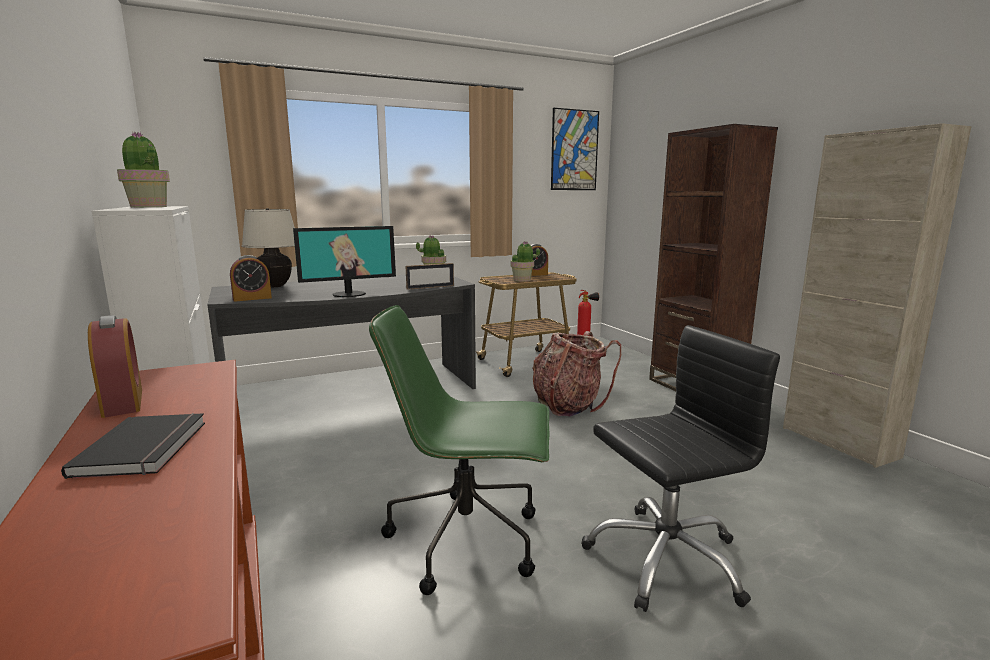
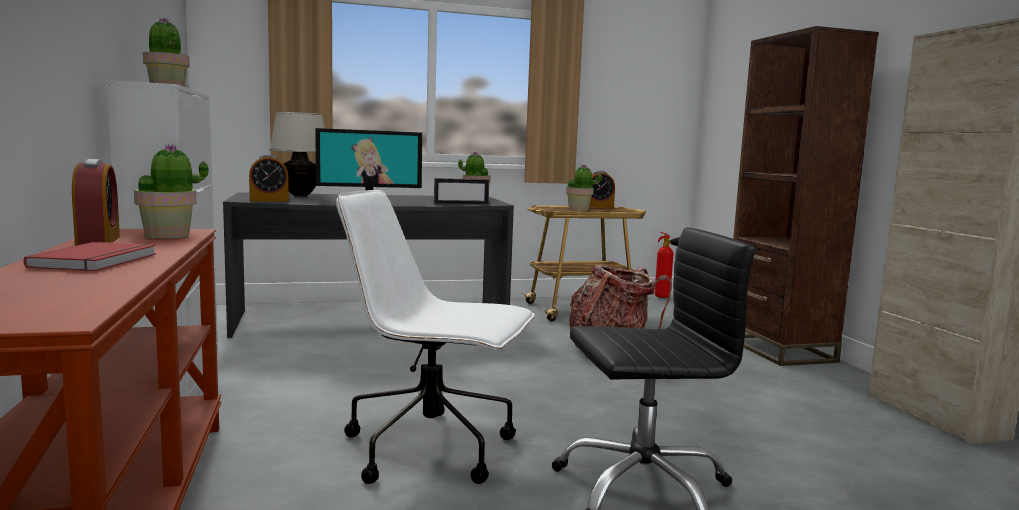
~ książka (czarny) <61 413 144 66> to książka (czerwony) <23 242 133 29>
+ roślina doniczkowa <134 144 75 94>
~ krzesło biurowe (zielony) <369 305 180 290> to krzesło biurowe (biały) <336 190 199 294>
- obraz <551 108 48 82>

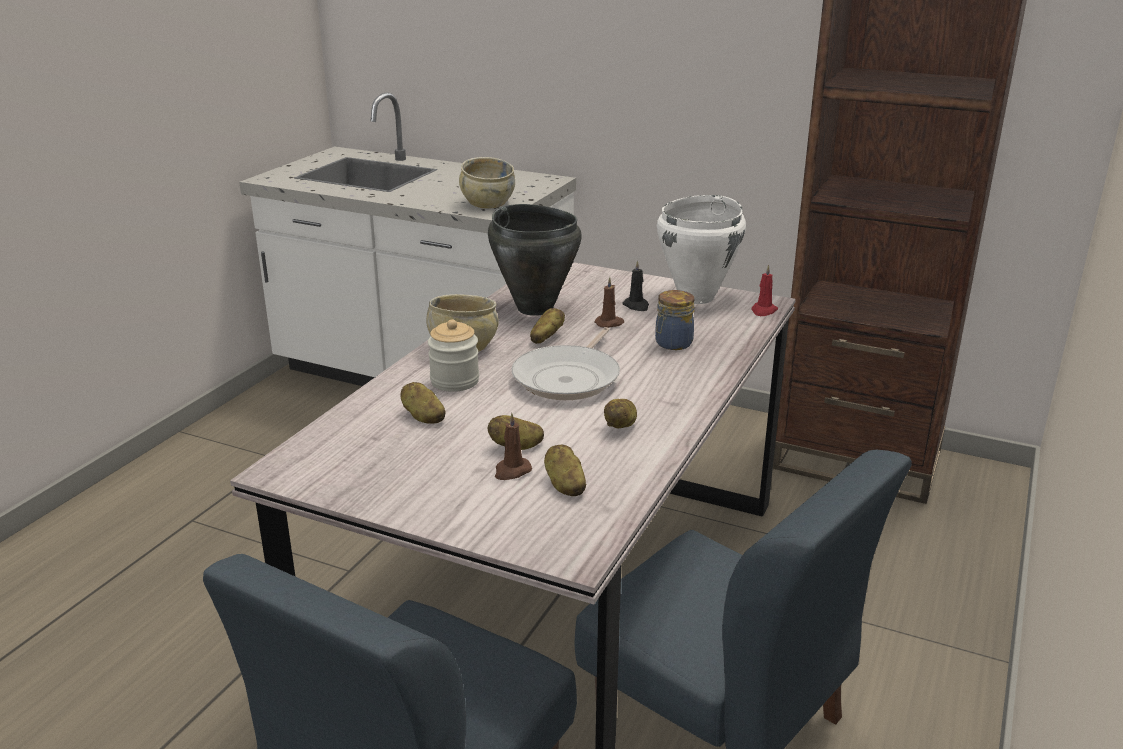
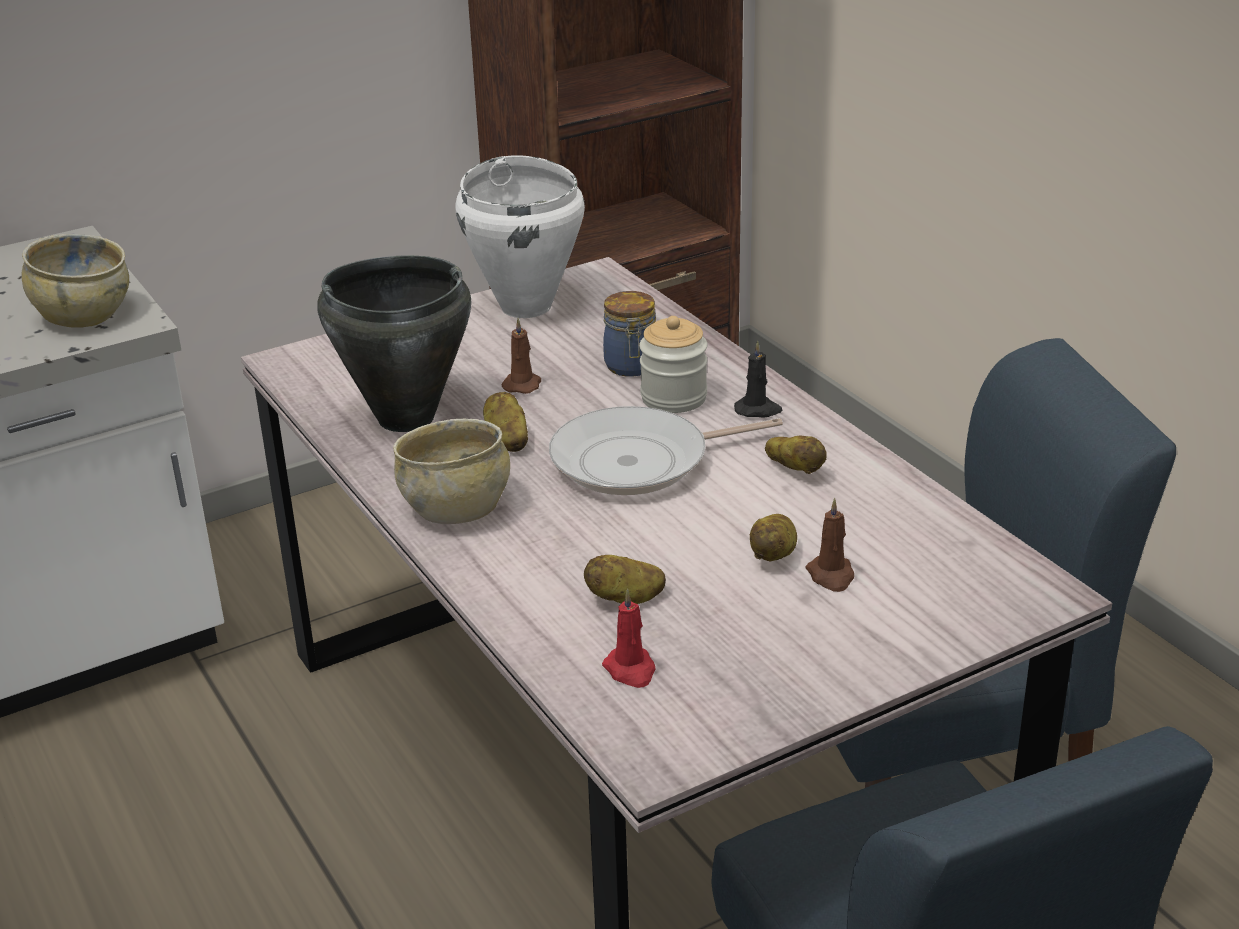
~ patelnia <511 327 109 73> = <549 406 234 89> 105 degrees clockwise
~ świeca (czerwony) <751 264 27 52> to <602 589 54 99>
~ słoik <428 319 51 73> to <639 316 68 97>
~ świeca (czarny) <622 260 27 51> to <734 341 49 76>
- ziemniak <544 444 42 52>

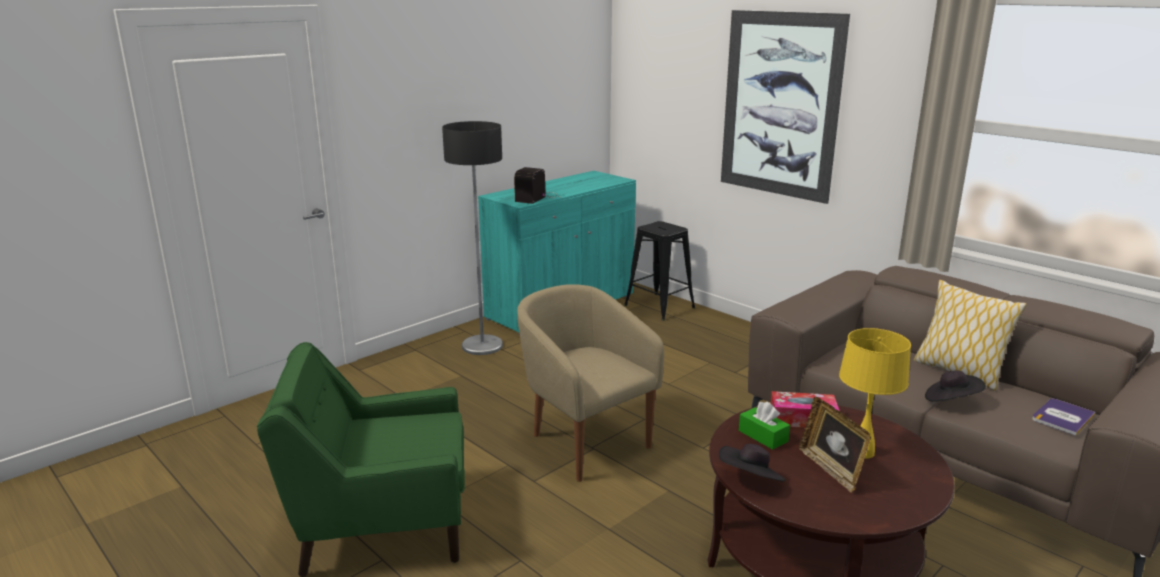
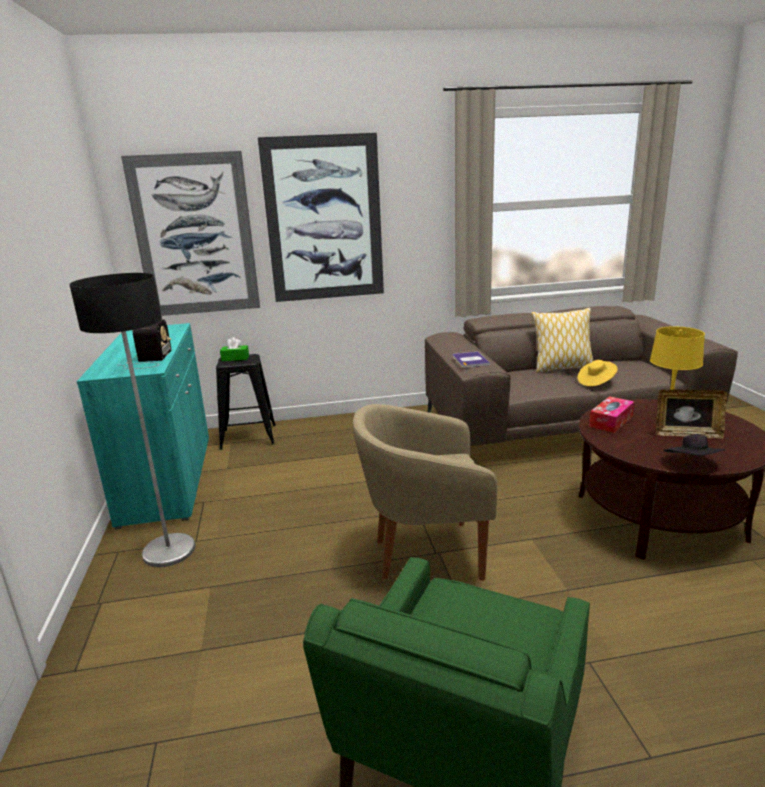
+ obraz <121 151 139 165>
~ radio <514 167 45 37> = <123 319 49 50> 150 degrees counterclockwise
~ pudełko chusteczek (zielony) <739 402 51 48> to <220 337 29 24>
~ książka <1032 399 64 37> to <453 351 37 17>
~ kapelusz (czarny) <925 370 61 32> to kapelusz (żółty) <577 360 41 26>

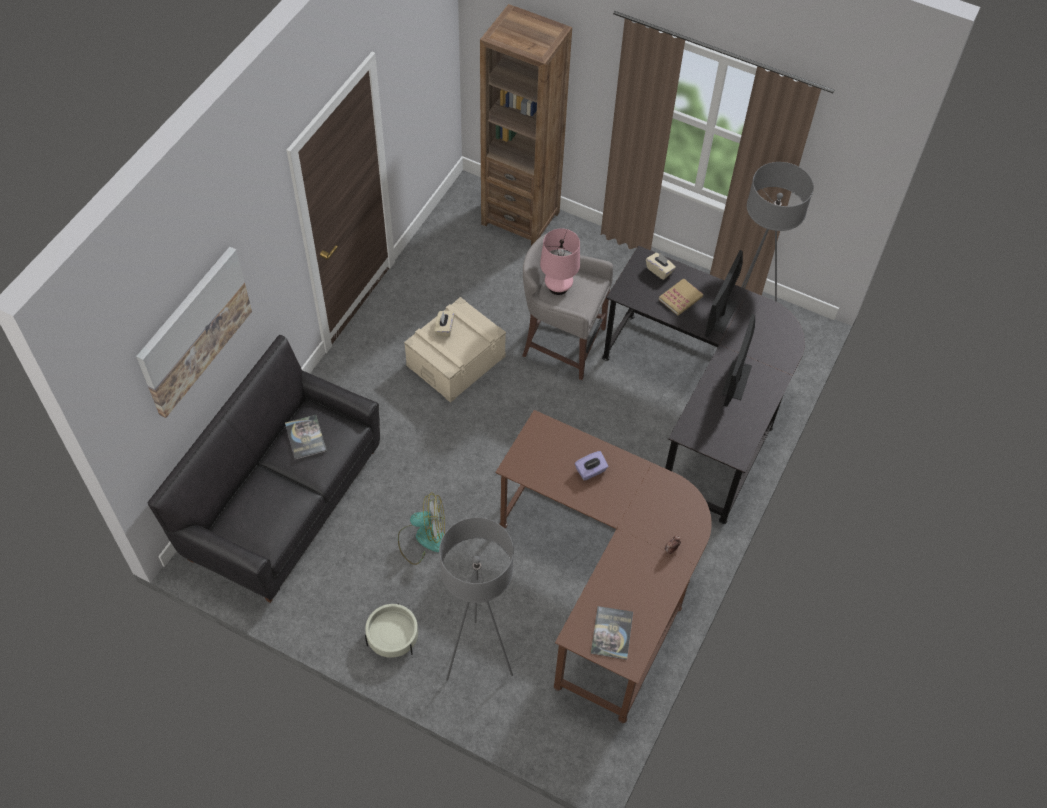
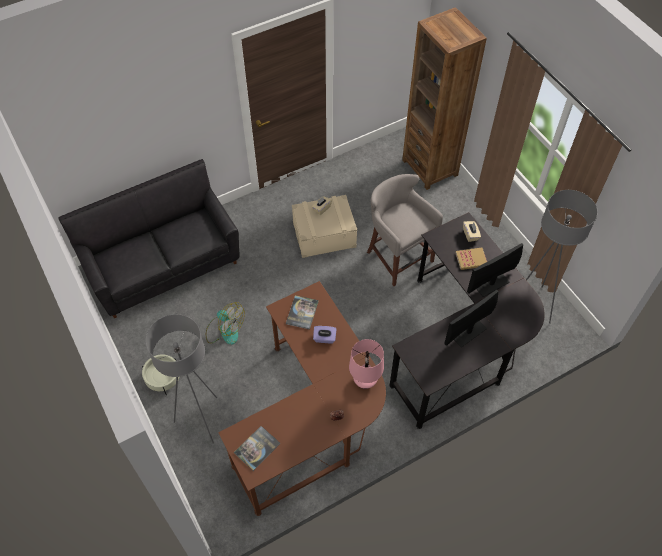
~ książka <285 415 42 45> to <286 295 33 35>
~ lampa stołowa (różowy) <540 228 40 67> to <349 339 35 50>
- obraz <136 247 116 171>

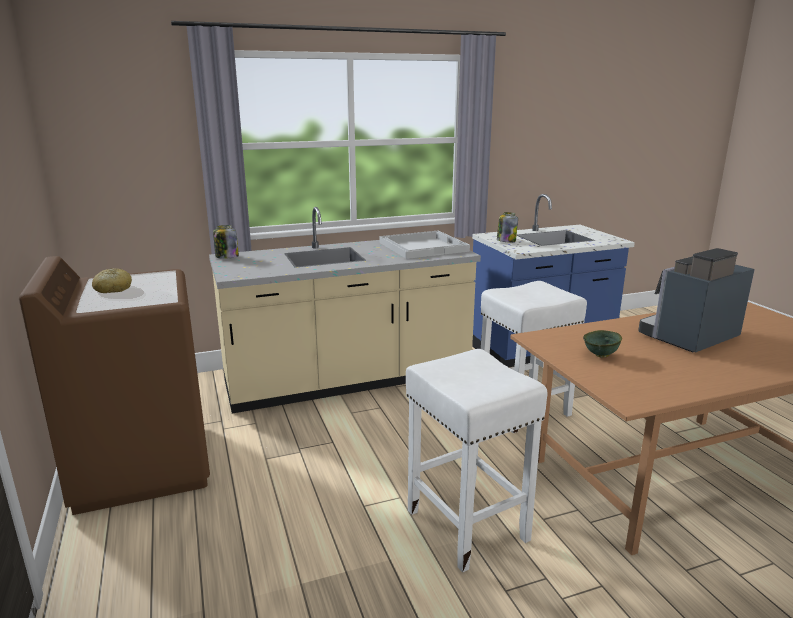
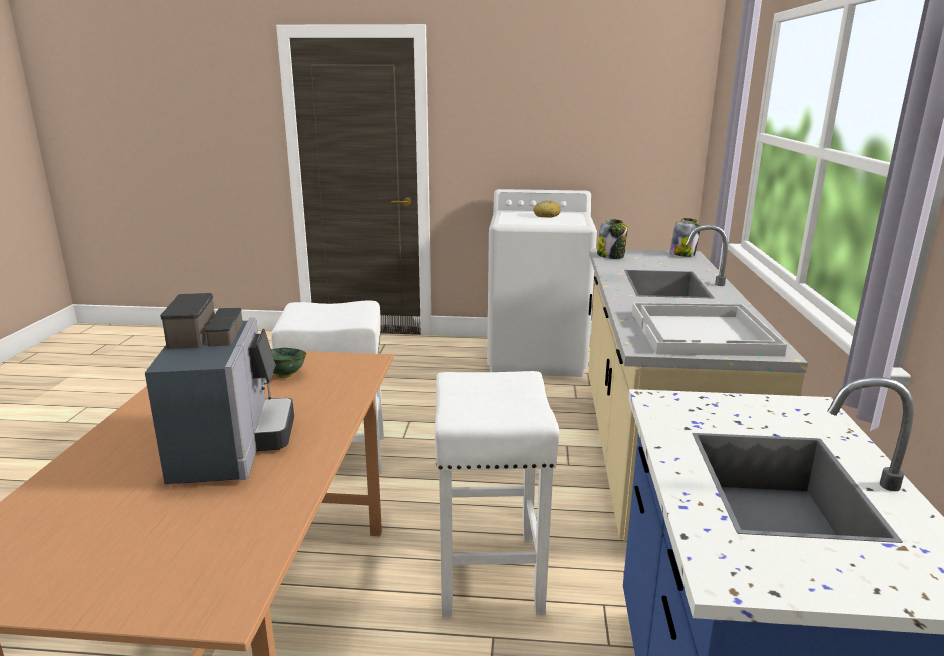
~ pralka (brązowy) <19 256 191 259> to pralka (biały) <487 189 110 188>
~ słoik <497 212 21 31> to <597 219 31 40>

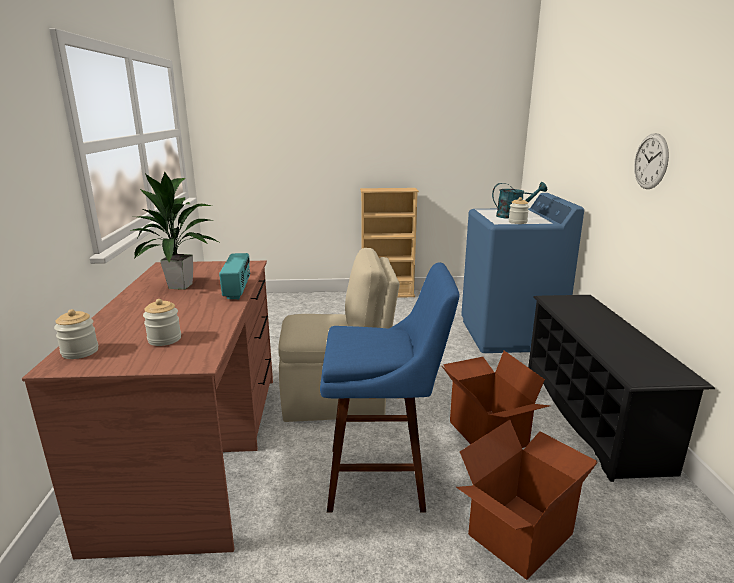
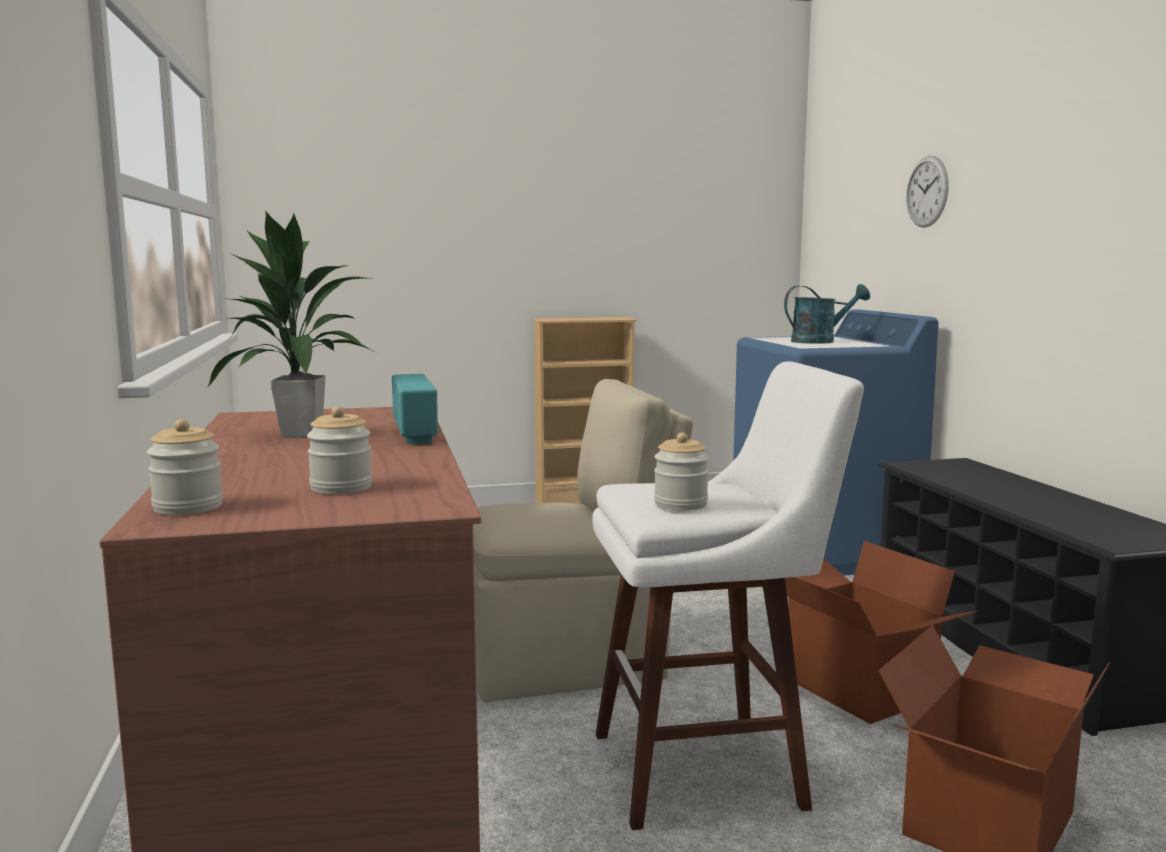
~ stołek (niebieski) <320 262 139 251> to stołek (biały) <592 361 272 469>
~ słoik <508 197 21 27> to <654 432 55 79>
~ zegar ścienny <634 133 35 56> to <906 156 42 72>

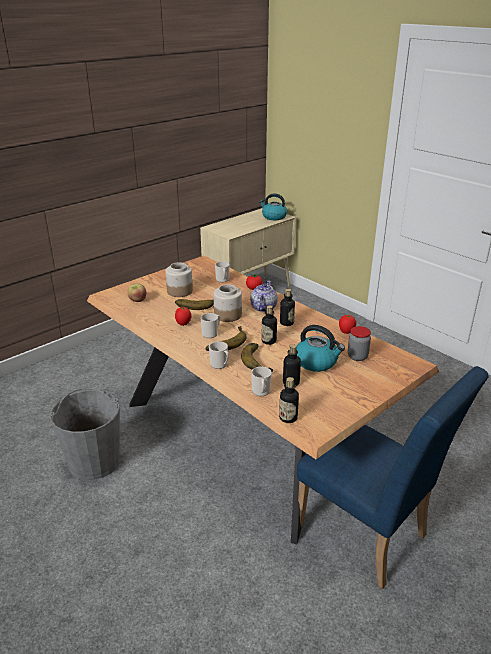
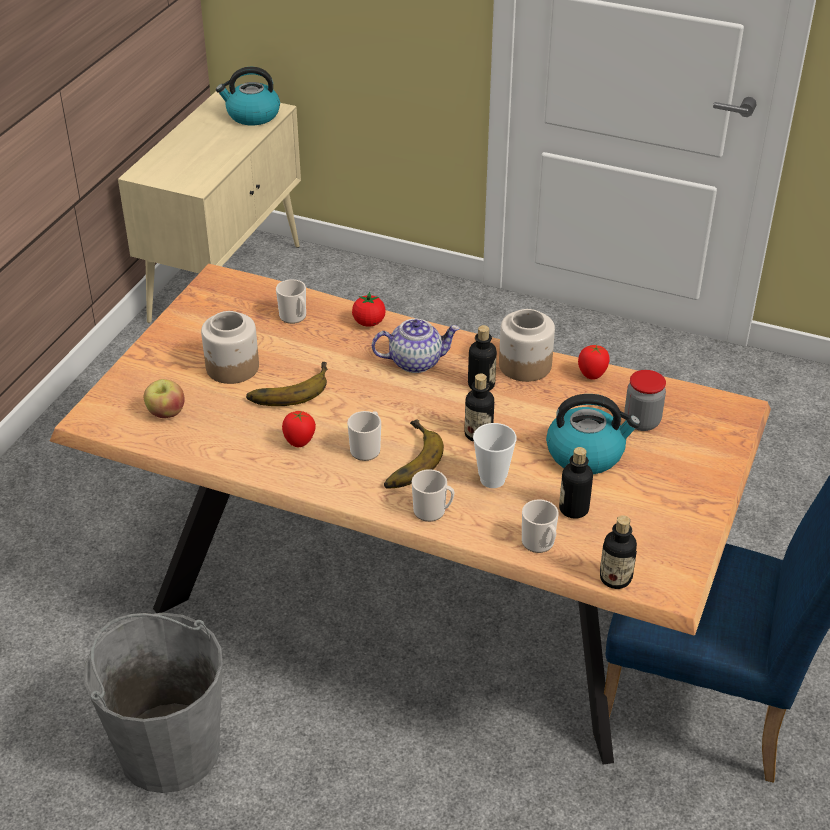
~ imbryk <250 281 28 31> = <372 318 88 55> 90 degrees clockwise
~ banan <241 343 32 29> to filiżanka <473 423 44 65>
~ słoik <214 284 28 38> to <499 309 56 73>

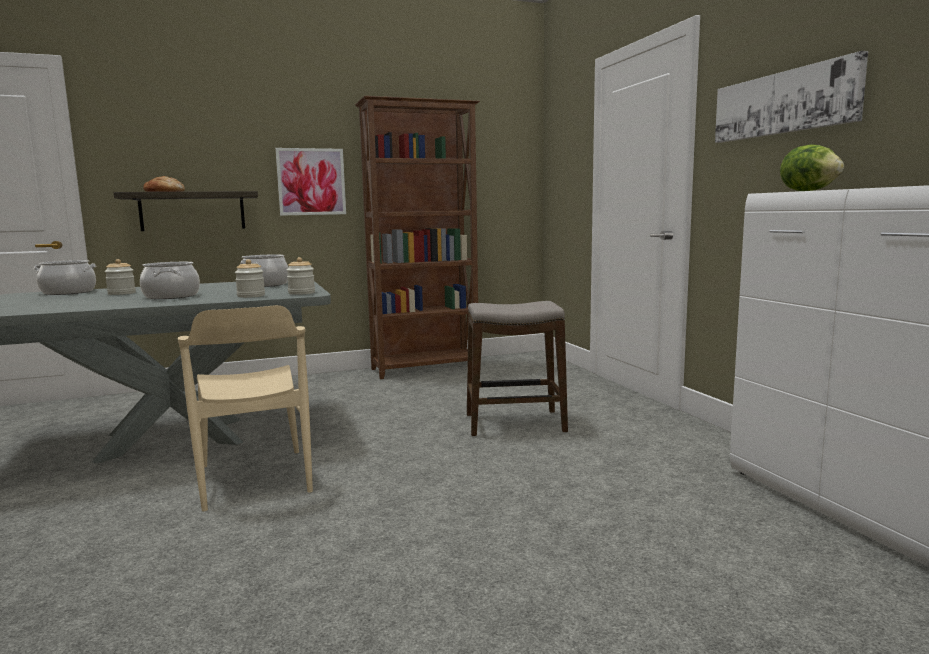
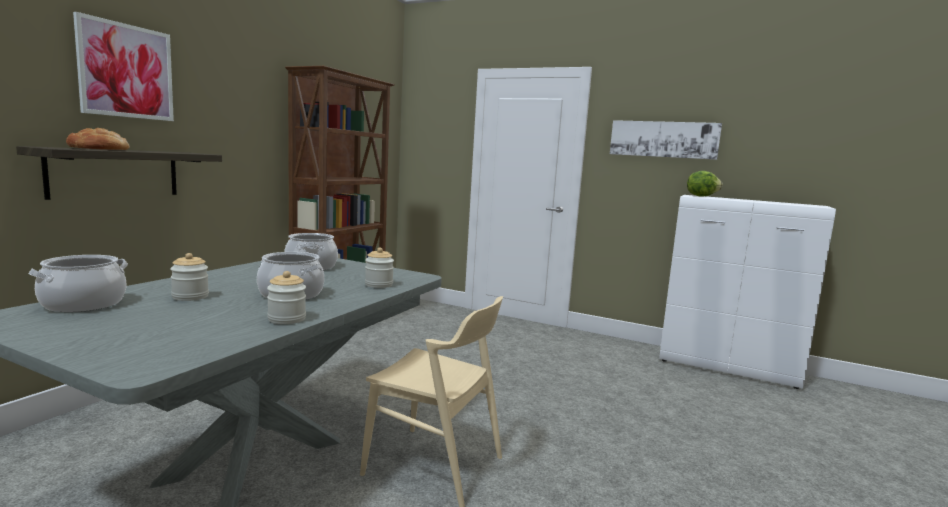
~ obraz <275 148 71 68> to <73 12 101 109>
~ słoik <287 257 28 38> to <267 271 39 53>
- stołek <467 301 101 136>

